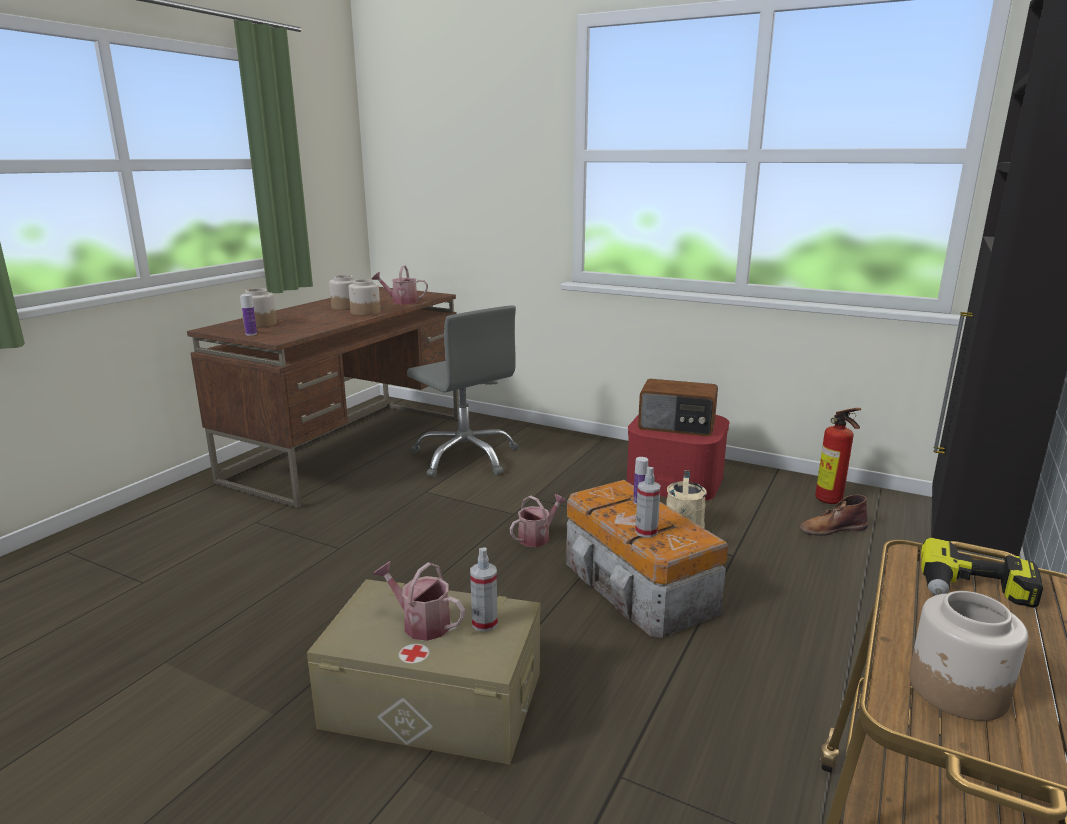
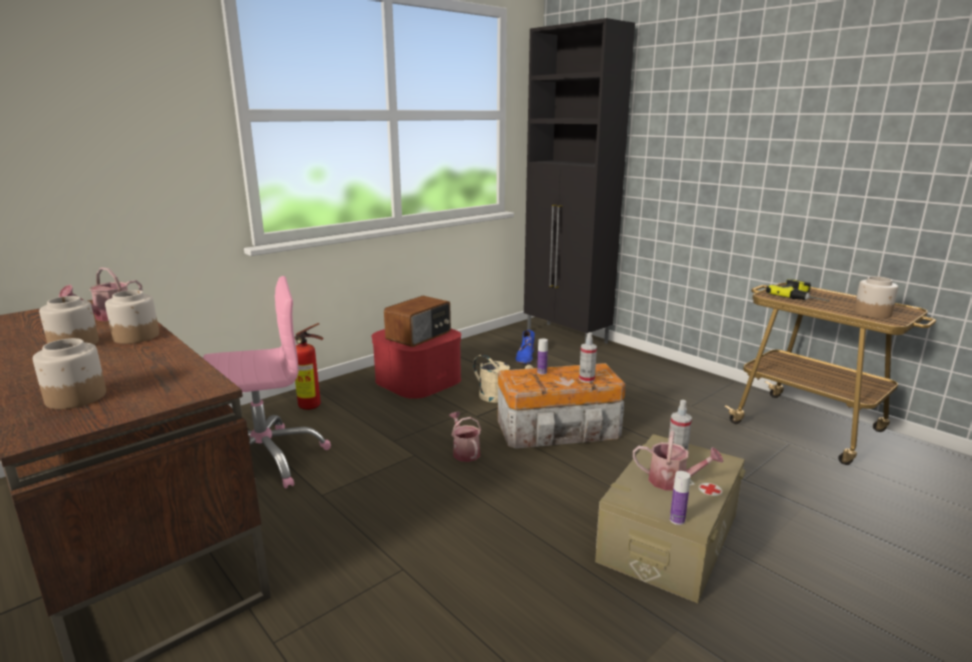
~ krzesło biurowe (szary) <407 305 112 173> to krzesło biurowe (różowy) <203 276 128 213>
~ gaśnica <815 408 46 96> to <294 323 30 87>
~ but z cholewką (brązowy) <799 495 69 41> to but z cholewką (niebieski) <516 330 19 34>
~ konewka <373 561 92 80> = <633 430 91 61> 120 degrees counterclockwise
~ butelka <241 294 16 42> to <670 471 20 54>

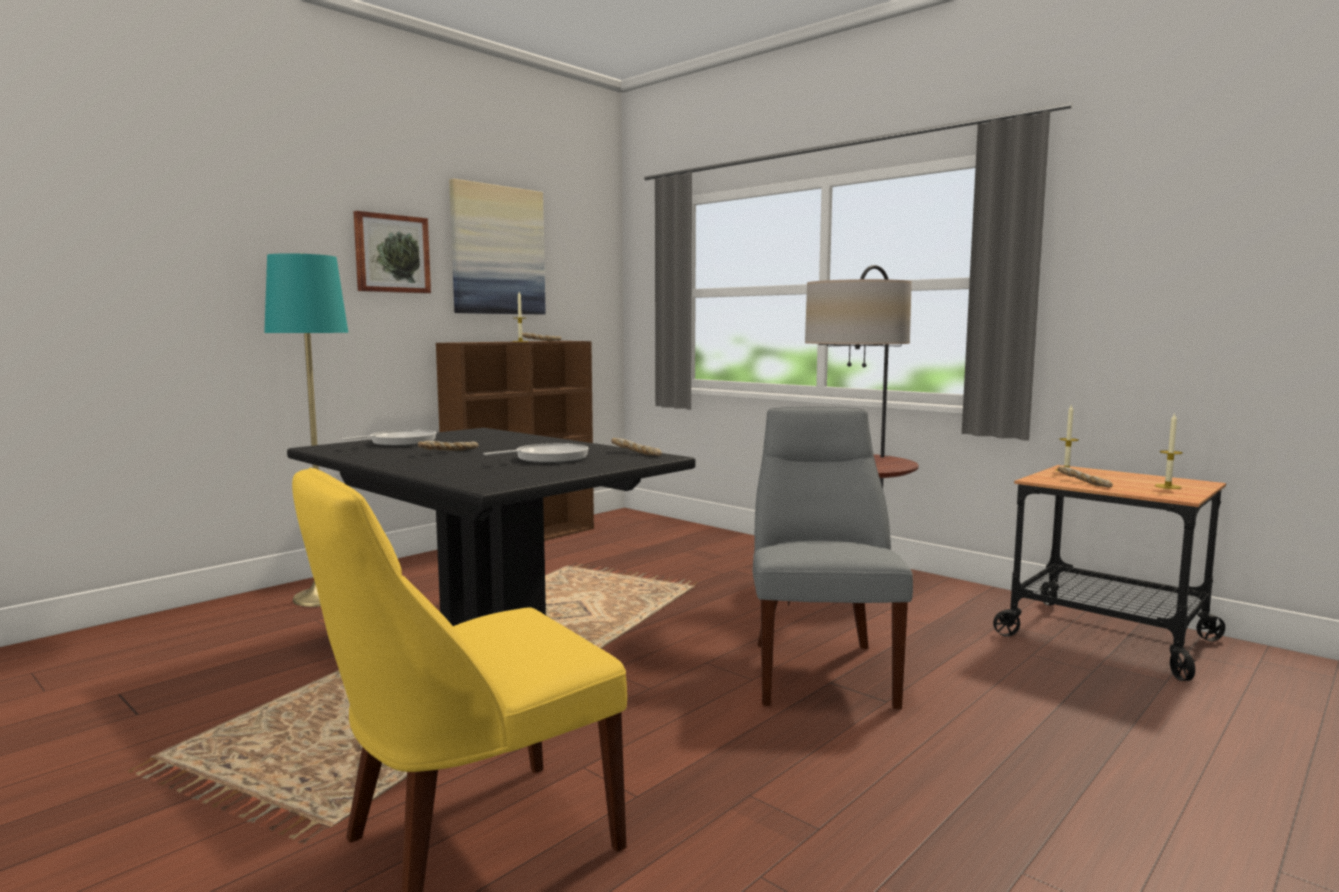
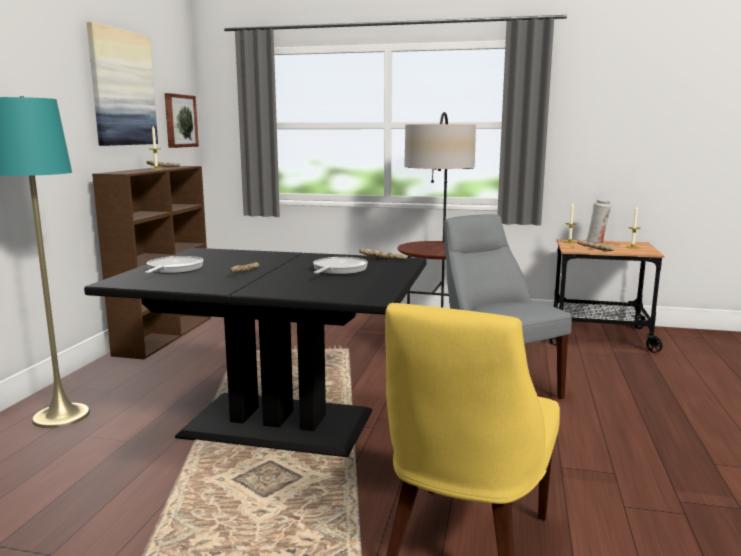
~ obraz <353 211 78 82> to <165 93 34 55>
+ wazon (biały) <586 199 25 45>

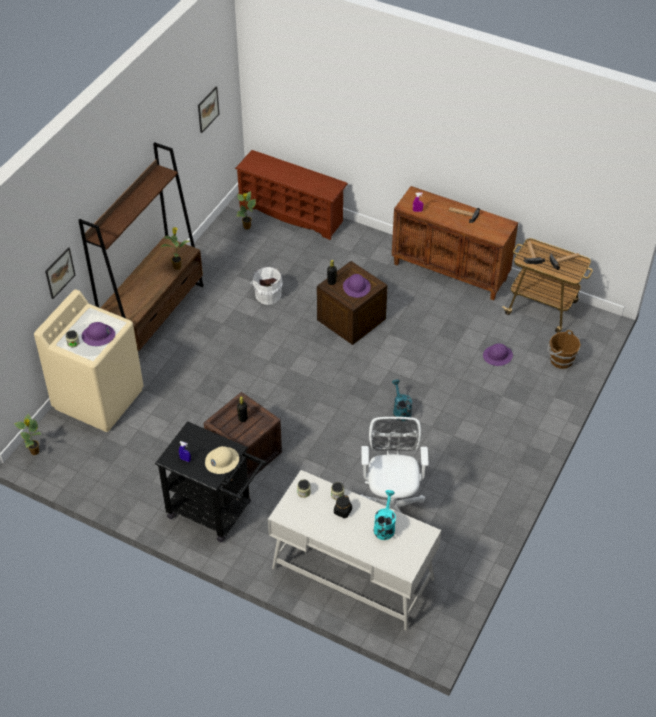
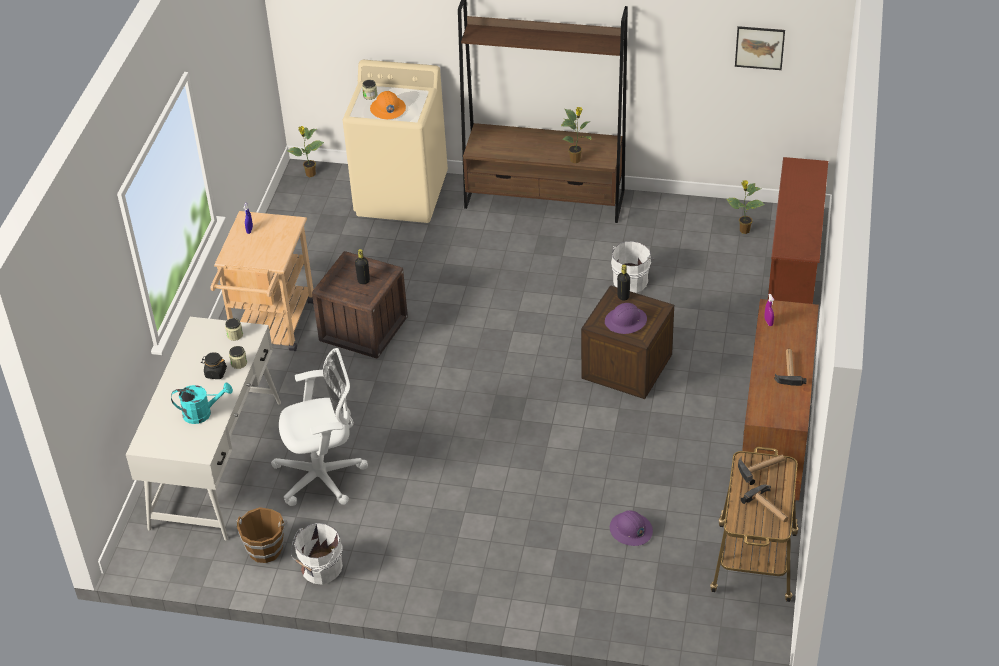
~ wózek (czarny) <155 421 112 121> to wózek (beżowy) <211 211 102 140>
~ wiadro (brązowy) <548 330 33 39> to <236 507 51 56>
+ wiadro (biały) <291 523 52 62>
~ kask (fioletowy) <82 322 33 24> to kask (pomarańczowy) <370 91 36 28>
- obraz <45 247 30 52>
- kask (beżowy) <205 446 34 28>
- konewka (turkusowy) <392 379 20 42>

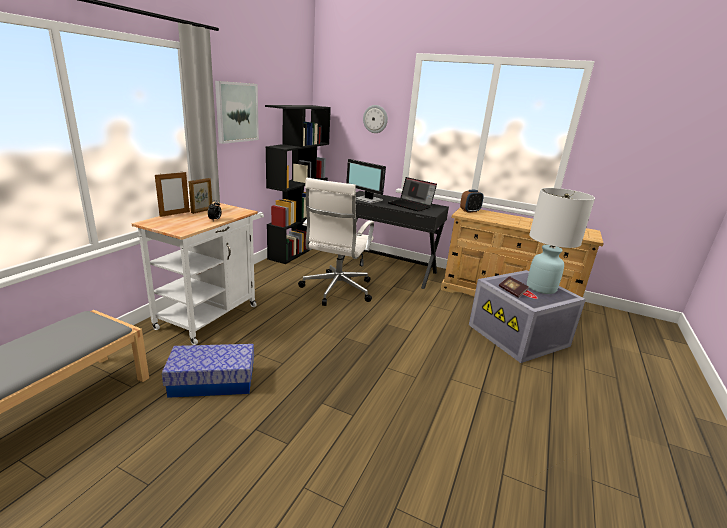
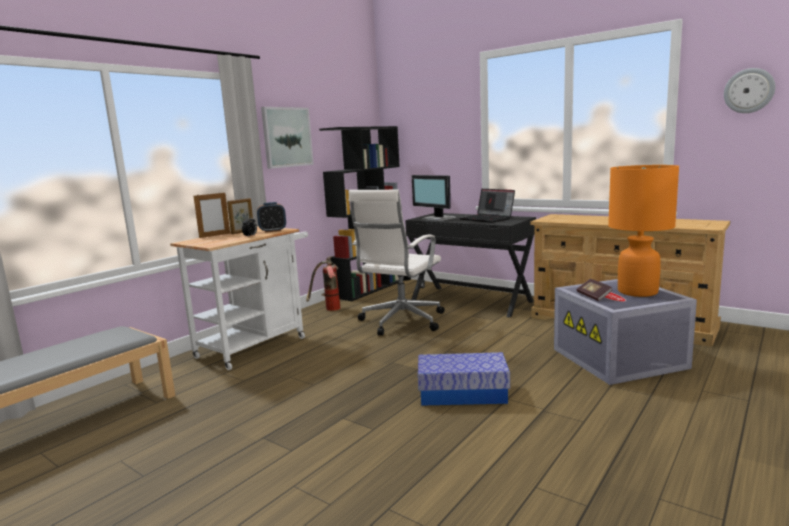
~ budzik <460 190 24 23> to <257 202 29 31>
+ gaśnica <306 256 34 55>
~ pojemnik do przechowywania <162 344 92 54> to <418 352 92 54>
~ lampa stołowa (biały) <527 188 68 106> to lampa stołowa (pomarańczowy) <608 165 71 132>
~ zegar ścienny <363 105 25 28> to <724 68 51 45>

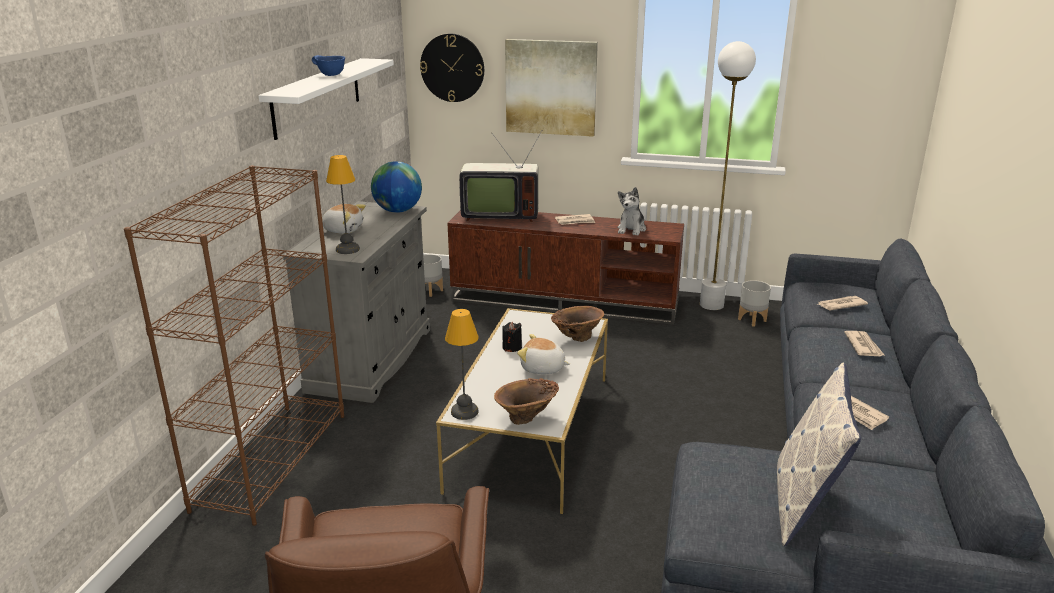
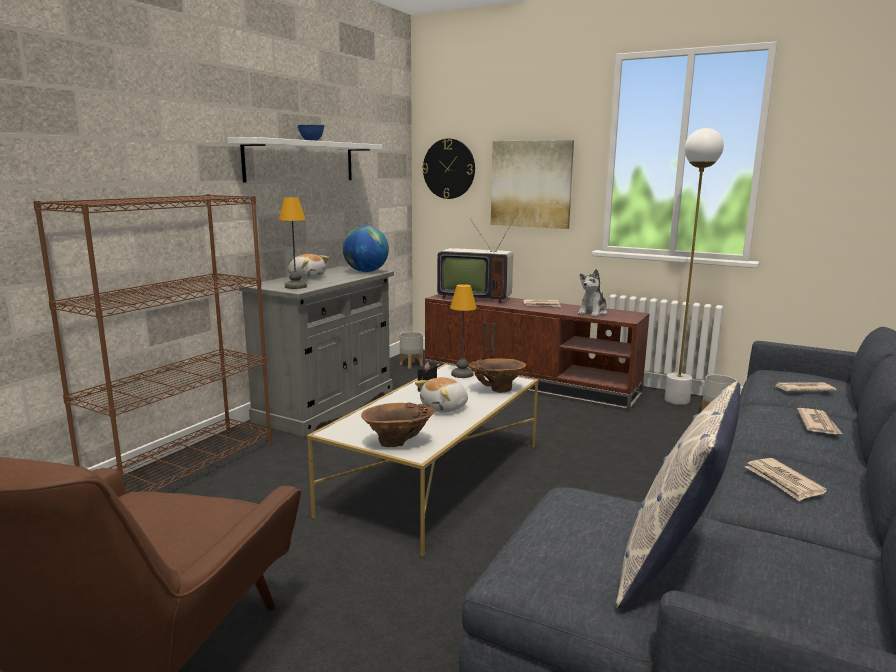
~ pluszak <517 334 53 40> = <415 377 53 36> 75 degrees counterclockwise
~ lampa stołowa <445 309 34 111> to <450 284 27 94>

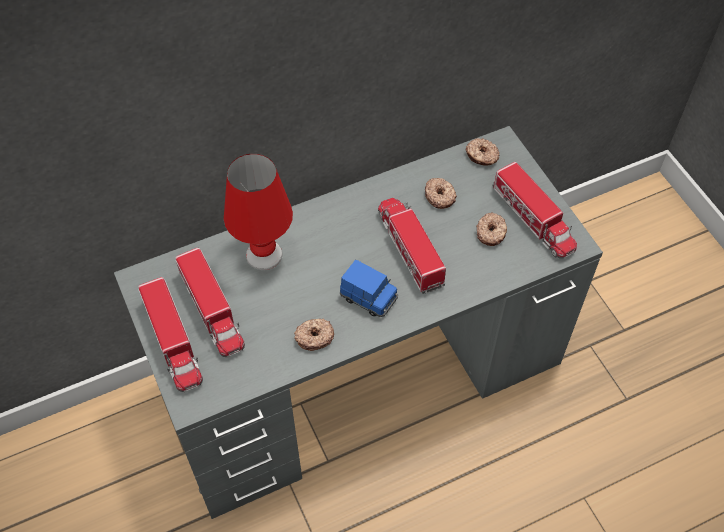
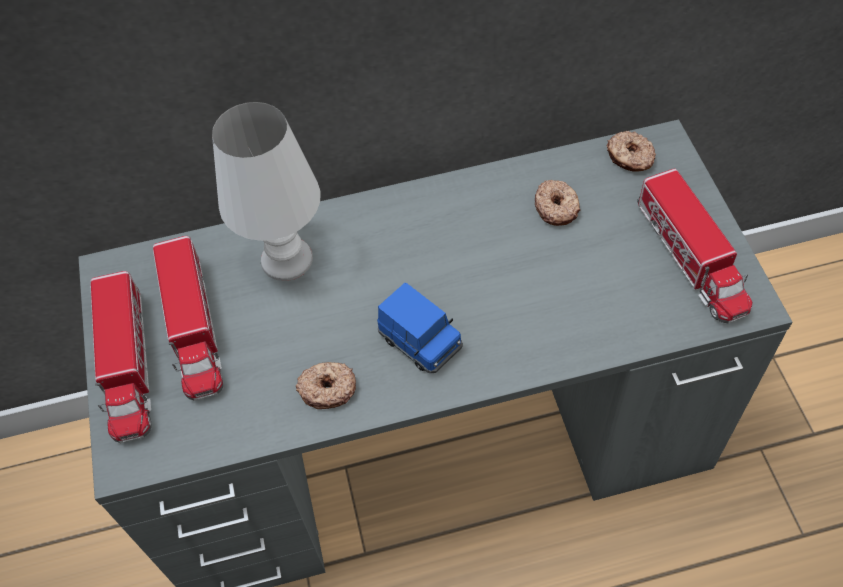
~ lampa stołowa (czerwony) <224 154 69 116> to lampa stołowa (biały) <212 102 108 179>
- ciężarówka zabawkowa <378 198 68 96>
- donut <476 213 31 33>

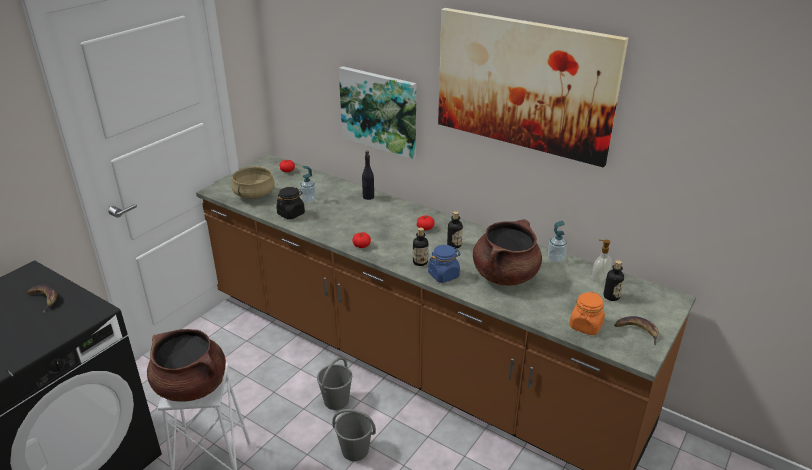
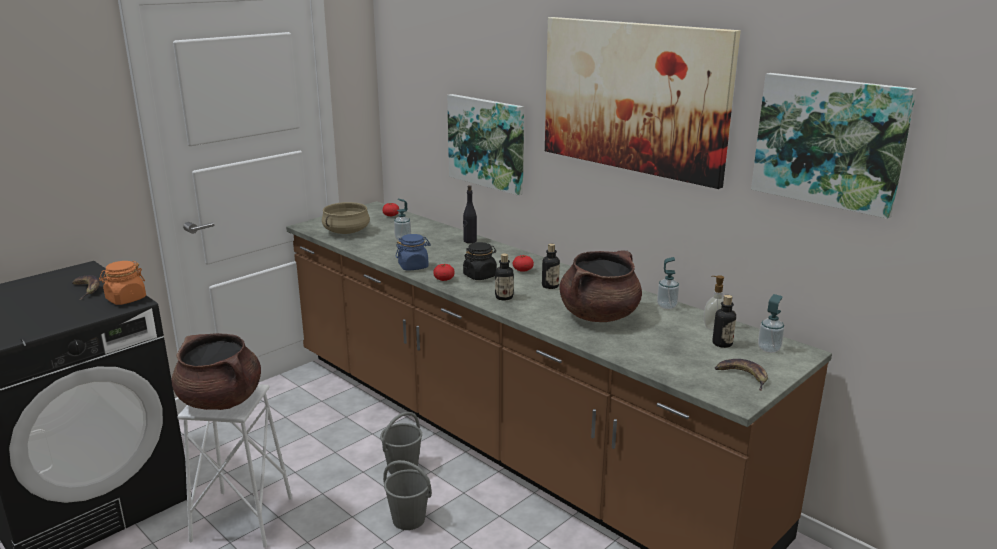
~ słoik (pomarańczowy) <569 291 36 44> to <99 261 47 44>
~ słoik (niebieski) <428 245 33 38> to <396 234 35 36>
~ słoik (czarny) <276 187 29 32> to <463 242 34 38>
+ obraz <751 73 166 146>
+ dozownik mydła <758 294 27 59>

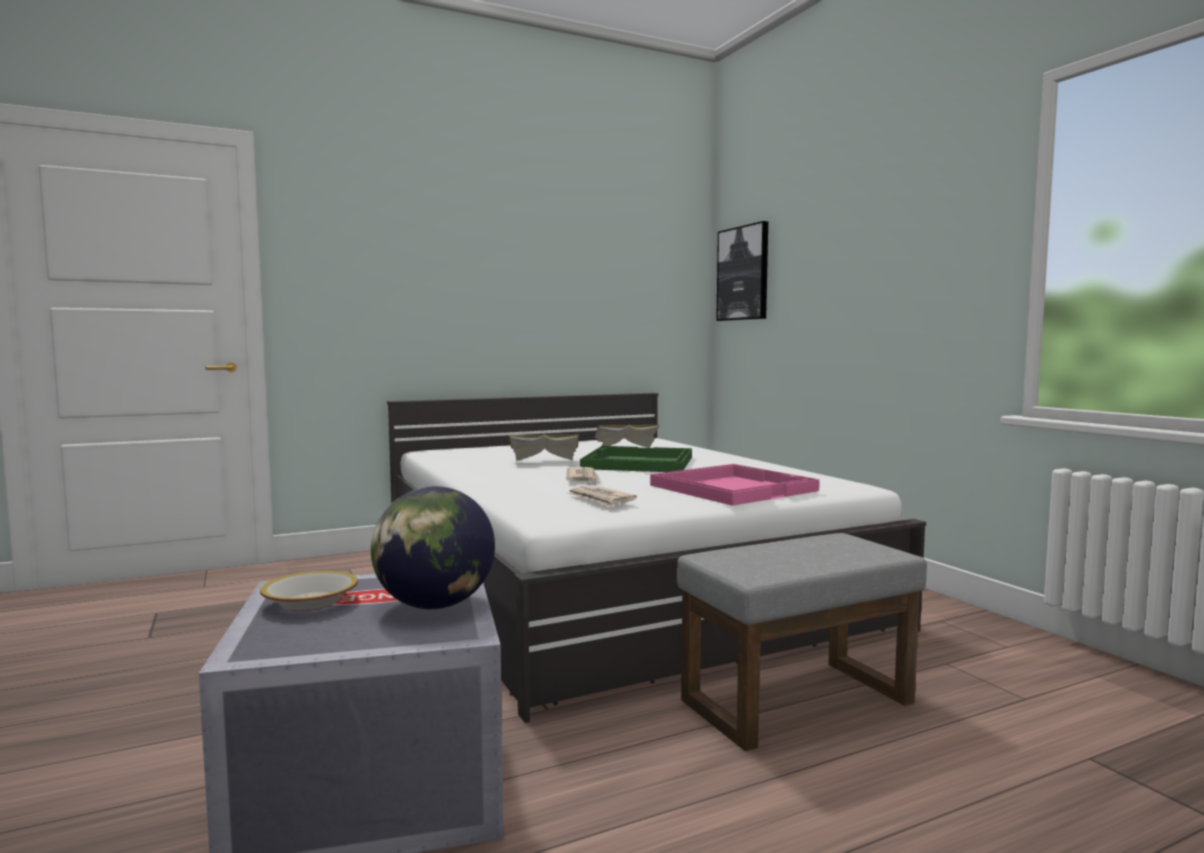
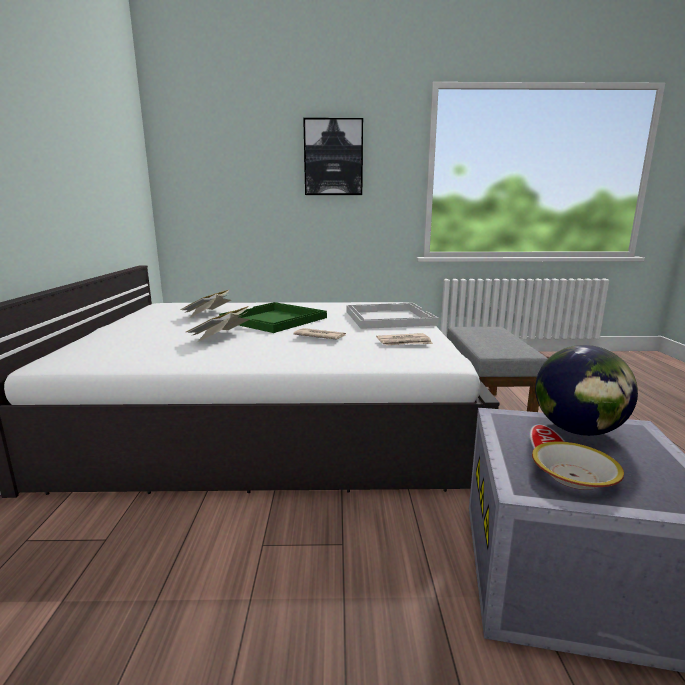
~ obraz <716 221 52 100> to <303 118 60 77>
~ taca (różowy) <650 464 169 42> to taca (biały) <346 303 93 26>

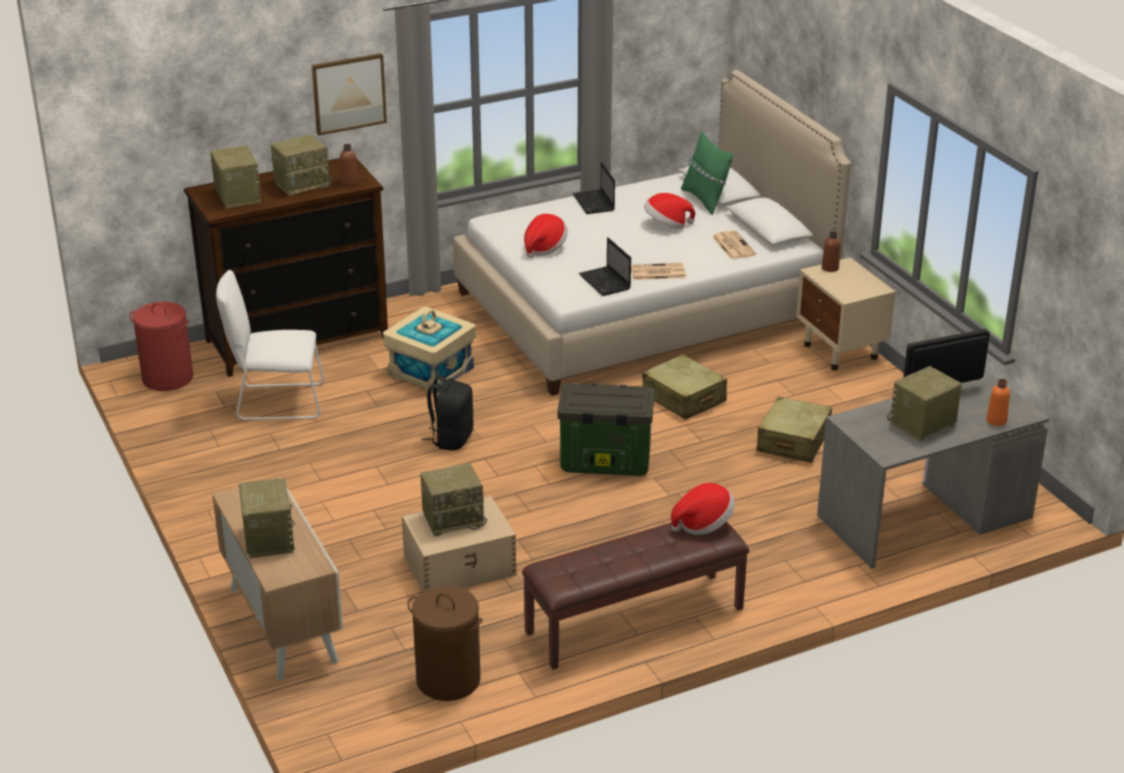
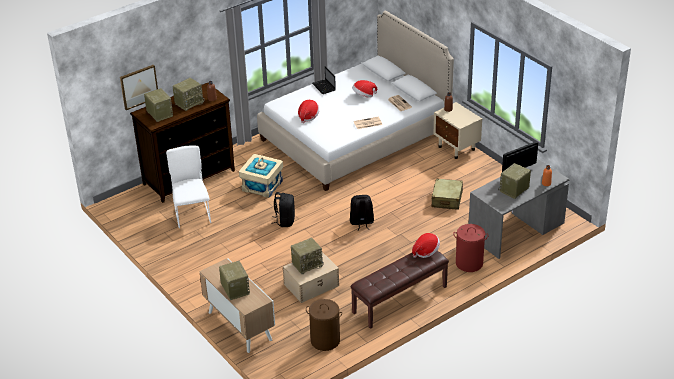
~ obraz <311 53 76 83> to <120 65 38 45>
~ krzesło (biały) <216 270 108 150> = <166 146 45 82> 90 degrees clockwise
~ pojemnik do przechowywania <557 383 98 93> to plecak (czarny) <350 195 24 36>
~ kosz na pranie (czerwony) <129 302 64 89> to <453 224 36 48>
- laptop <579 237 52 59>
- walizka (beżowy) <642 354 85 66>
- poduszka (zielony) <681 131 53 84>

